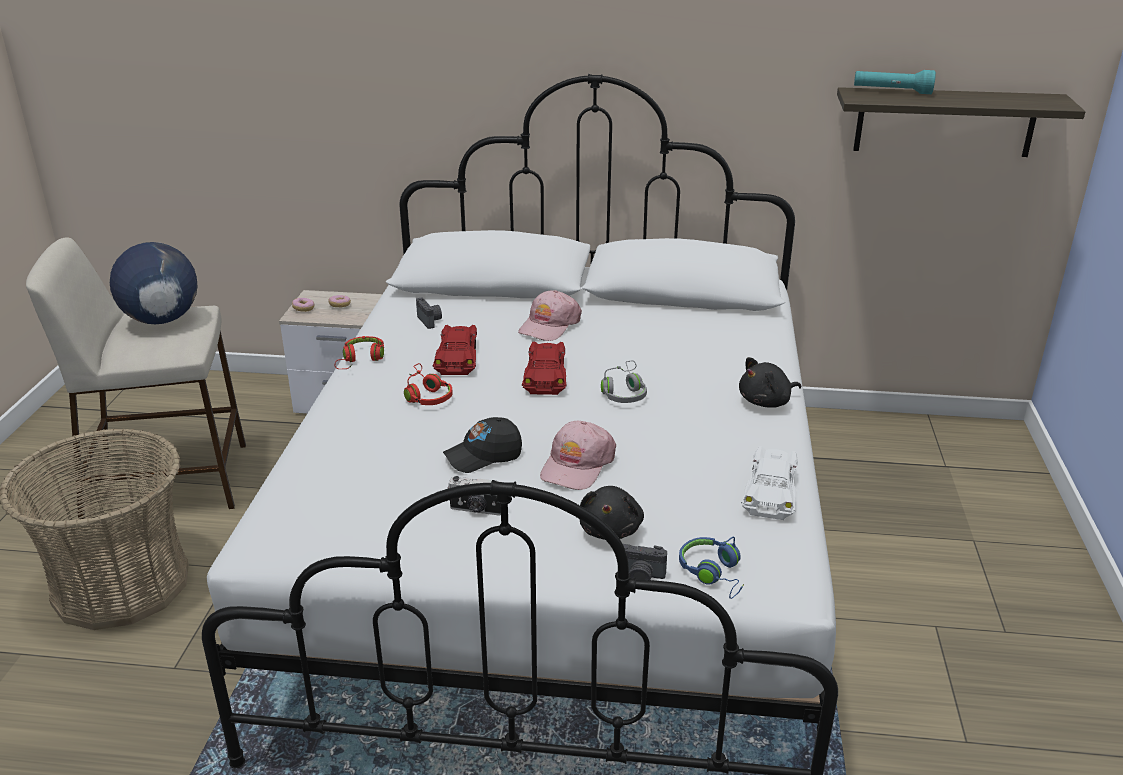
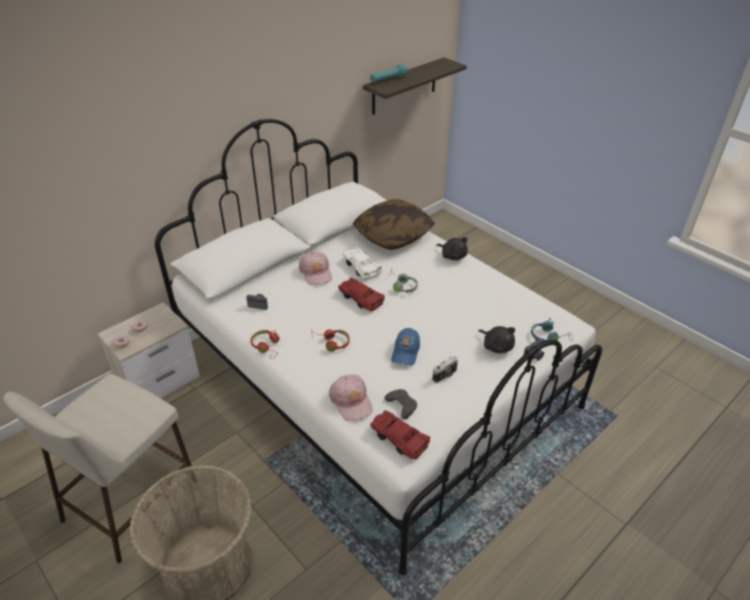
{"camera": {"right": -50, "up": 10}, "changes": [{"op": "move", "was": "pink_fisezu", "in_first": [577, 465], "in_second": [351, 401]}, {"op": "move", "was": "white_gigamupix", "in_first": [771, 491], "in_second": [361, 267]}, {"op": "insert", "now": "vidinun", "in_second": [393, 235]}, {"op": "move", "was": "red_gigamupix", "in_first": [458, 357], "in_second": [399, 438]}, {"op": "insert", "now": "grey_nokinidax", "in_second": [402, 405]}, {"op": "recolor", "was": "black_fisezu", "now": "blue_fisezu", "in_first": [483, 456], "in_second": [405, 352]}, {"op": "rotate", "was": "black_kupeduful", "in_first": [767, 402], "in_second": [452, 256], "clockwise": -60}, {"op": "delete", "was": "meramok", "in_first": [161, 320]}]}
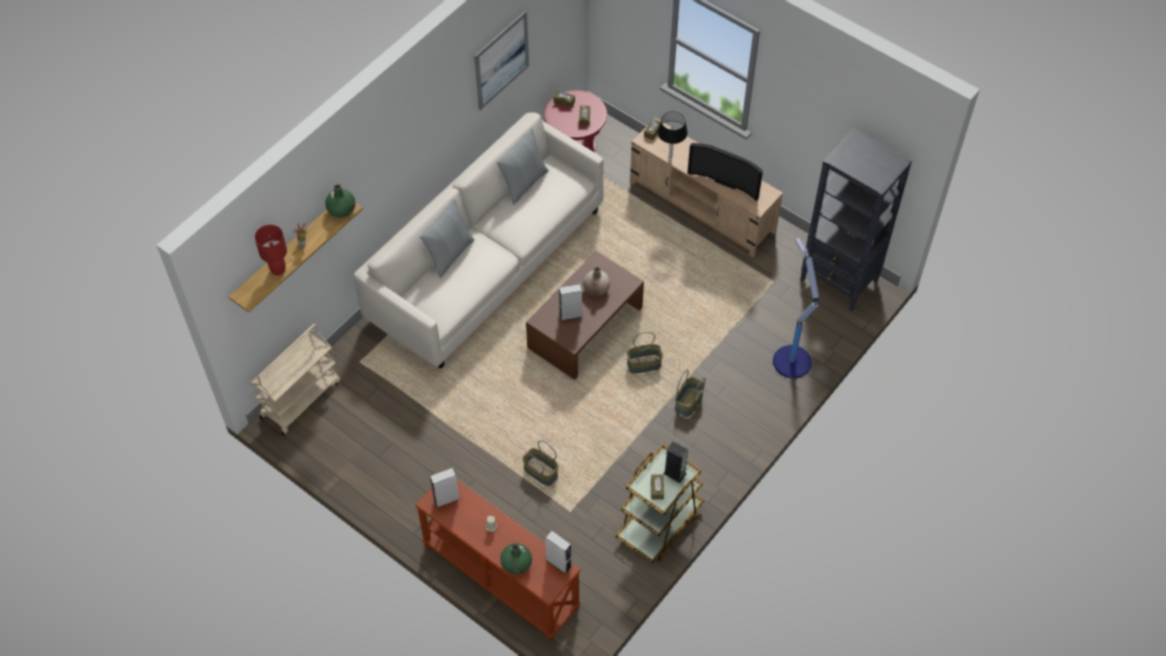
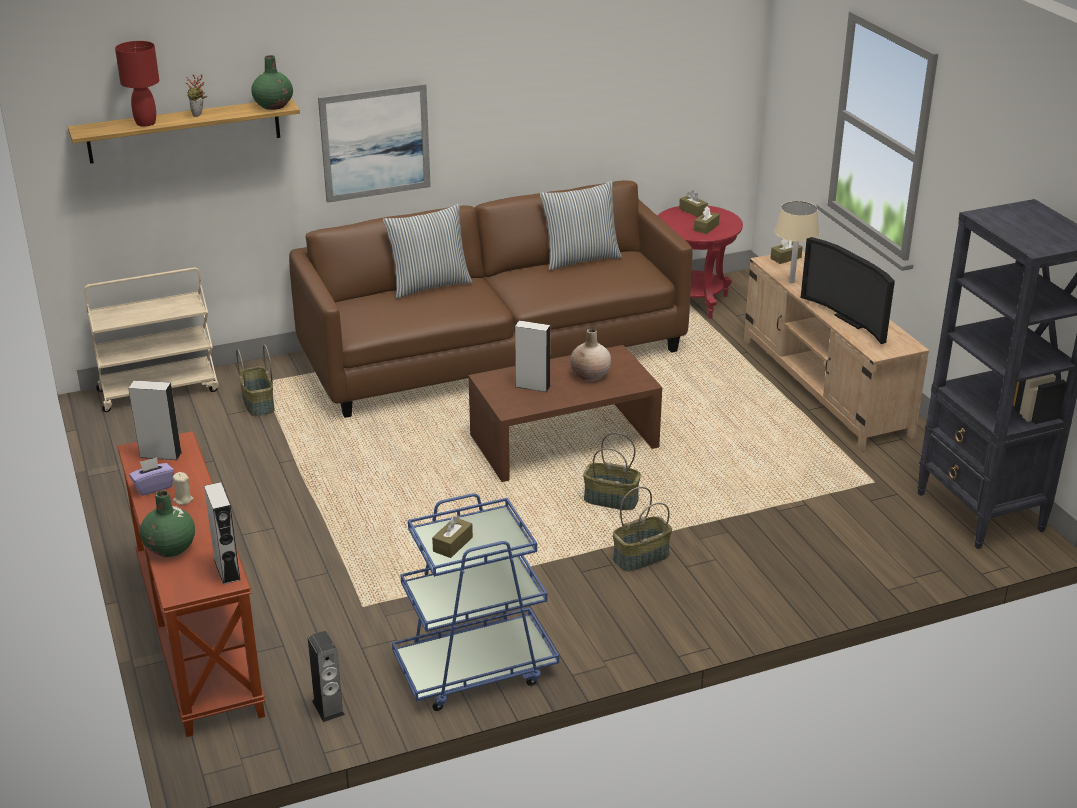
{"camera": {"right": 30, "up": -25}, "changes": [{"op": "insert", "now": "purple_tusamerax", "in_second": [153, 487]}, {"op": "move", "was": "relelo", "in_first": [540, 472], "in_second": [257, 403]}, {"op": "recolor", "was": "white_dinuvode", "now": "brown_dinuvode", "in_first": [486, 264], "in_second": [493, 353]}, {"op": "move", "was": "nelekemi", "in_first": [674, 473], "in_second": [328, 708]}, {"op": "move", "was": "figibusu", "in_first": [501, 60], "in_second": [375, 142]}, {"op": "recolor", "was": "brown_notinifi", "now": "blue_notinifi", "in_first": [659, 524], "in_second": [475, 669]}, {"op": "recolor", "was": "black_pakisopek", "now": "beige_pakisopek", "in_first": [670, 156], "in_second": [791, 281]}, {"op": "delete", "was": "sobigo", "in_first": [791, 360]}]}
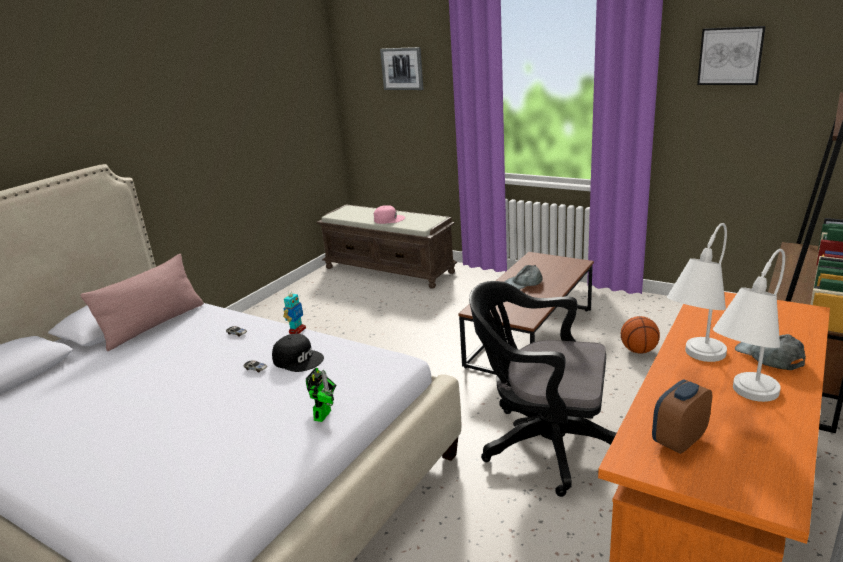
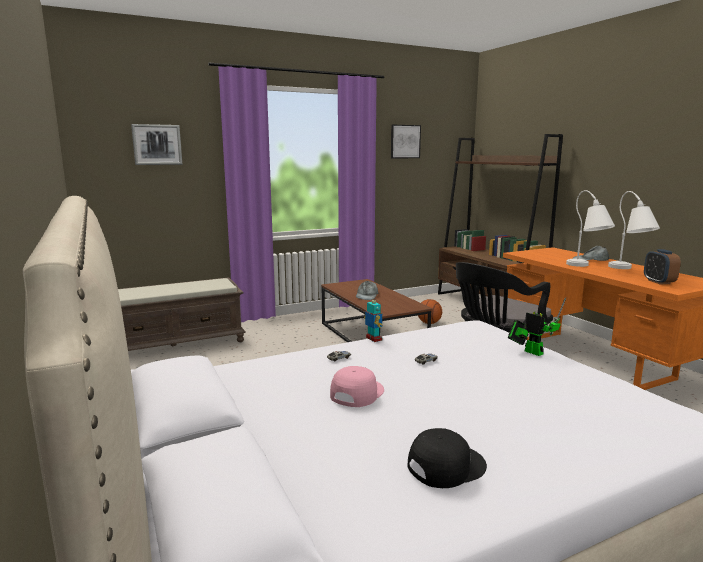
{"camera": {"right": -60, "up": -10}, "changes": [{"op": "move", "was": "pink_fisezu", "in_first": [388, 219], "in_second": [356, 393]}, {"op": "move", "was": "black_fisezu", "in_first": [298, 359], "in_second": [445, 465]}, {"op": "delete", "was": "pink_vidinun", "in_first": [154, 325]}]}
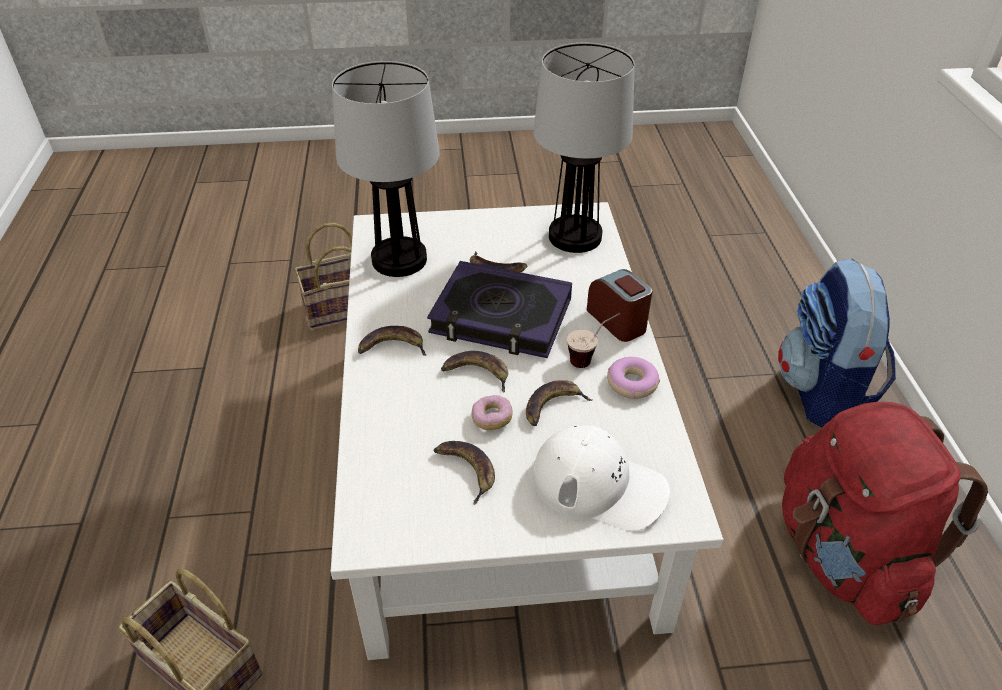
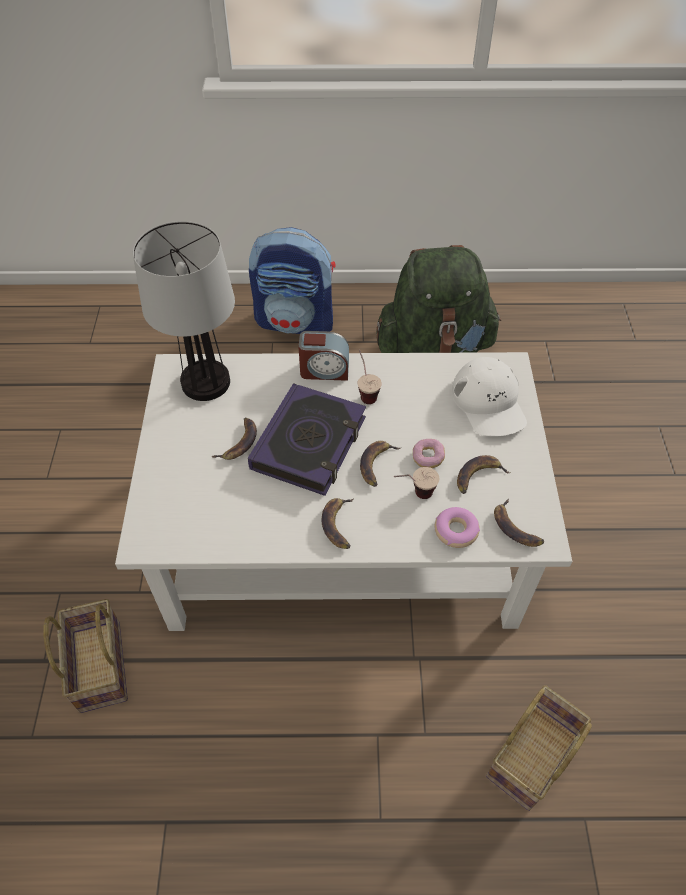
{"camera": {"right": -85, "up": 10}, "changes": [{"op": "rotate", "was": "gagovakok", "in_first": [617, 321], "in_second": [324, 370], "clockwise": -150}, {"op": "recolor", "was": "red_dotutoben", "now": "green_dotutoben", "in_first": [844, 555], "in_second": [434, 349]}, {"op": "insert", "now": "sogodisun", "in_second": [413, 495]}, {"op": "move", "was": "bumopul", "in_first": [632, 383], "in_second": [456, 531]}, {"op": "rotate", "was": "white_fisezu", "in_first": [599, 485], "in_second": [489, 403], "clockwise": 135}, {"op": "move", "was": "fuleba", "in_first": [553, 406], "in_second": [515, 528]}, {"op": "delete", "was": "pakisopek", "in_first": [398, 260]}]}
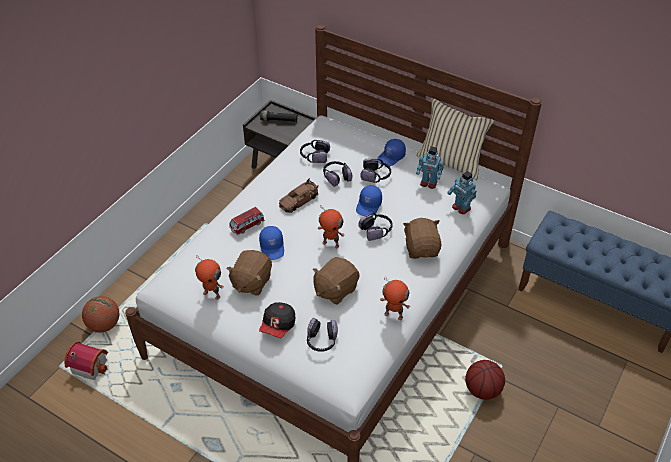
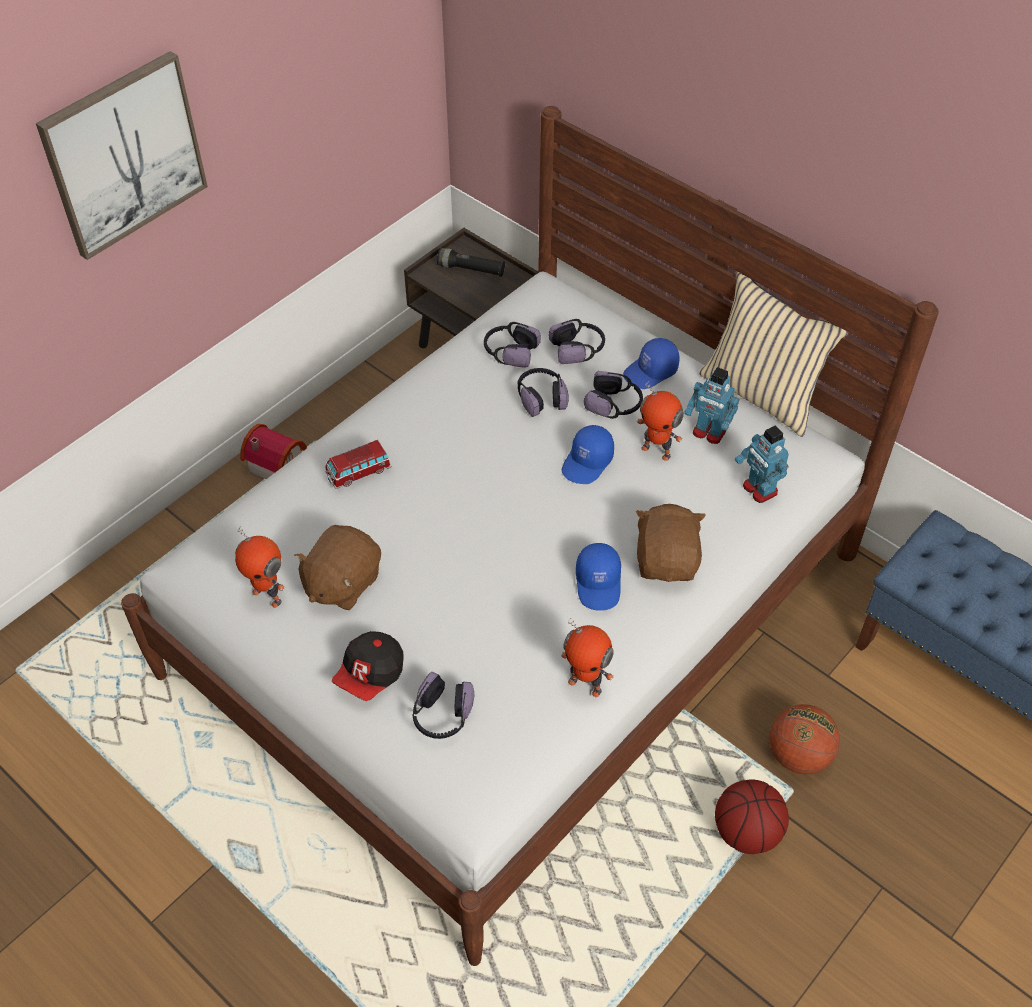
{"camera": {"right": 10, "up": 5}, "changes": [{"op": "insert", "now": "figibusu", "in_second": [124, 154]}, {"op": "move", "was": "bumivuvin", "in_first": [90, 365], "in_second": [277, 464]}, {"op": "move", "was": "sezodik", "in_first": [376, 230], "in_second": [578, 349]}, {"op": "move", "was": "blue_fisezu", "in_first": [272, 247], "in_second": [599, 583]}, {"op": "move", "was": "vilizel", "in_first": [331, 243], "in_second": [657, 451]}, {"op": "move", "was": "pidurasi", "in_first": [104, 325], "in_second": [798, 755]}, {"op": "delete", "was": "brown_gigamupix", "in_first": [299, 200]}, {"op": "delete", "was": "brown_kupeduful", "in_first": [335, 289]}]}
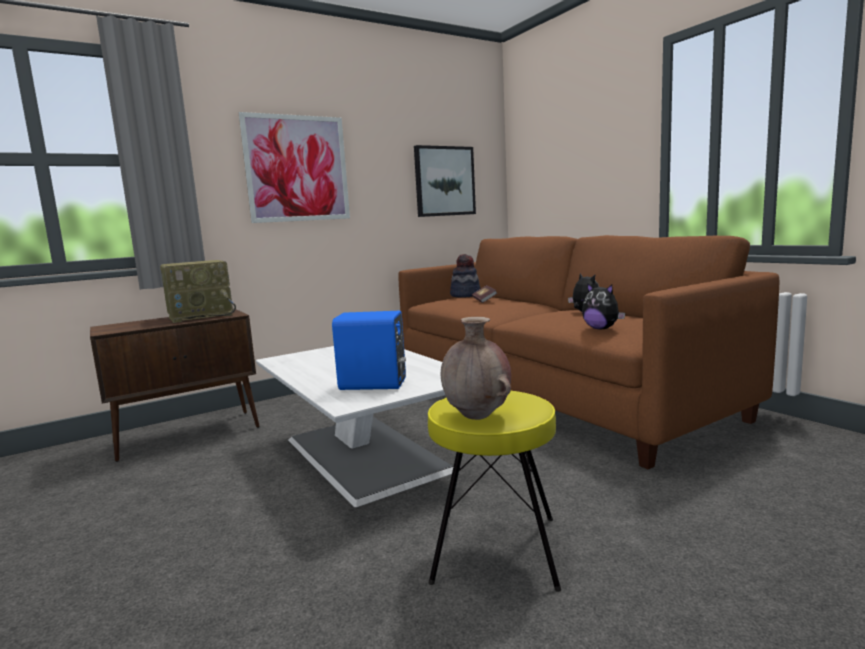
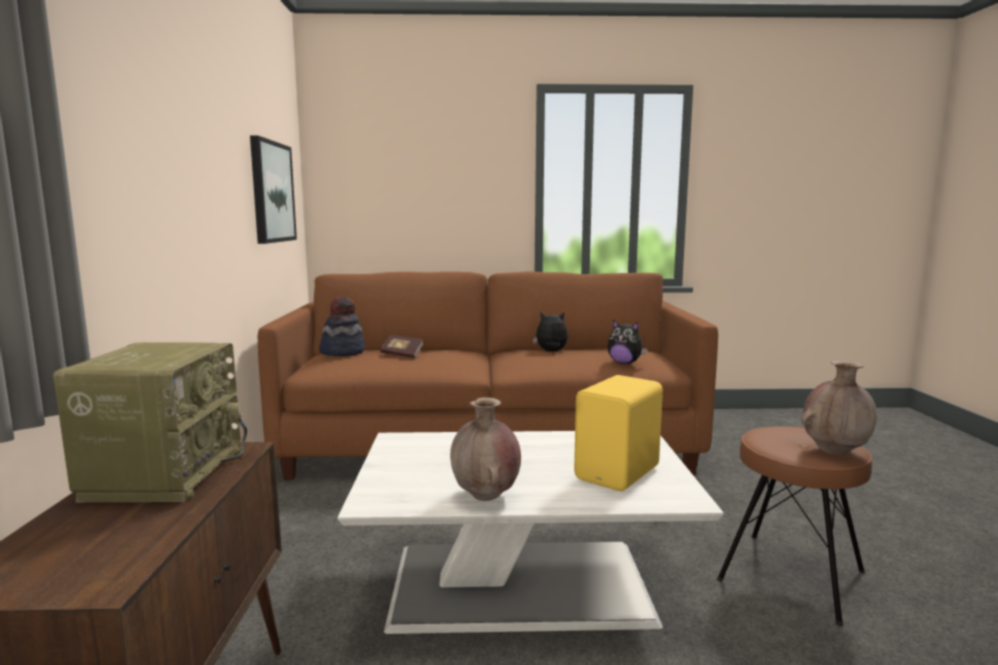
{"camera": {"right": -60, "up": 0}, "changes": [{"op": "insert", "now": "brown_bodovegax", "in_second": [486, 496]}, {"op": "recolor", "was": "blue_nelekemi", "now": "yellow_nelekemi", "in_first": [374, 385], "in_second": [620, 473]}, {"op": "rotate", "was": "kupeduful", "in_first": [601, 329], "in_second": [625, 363], "clockwise": 45}, {"op": "recolor", "was": "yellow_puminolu", "now": "brown_puminolu", "in_first": [495, 549], "in_second": [792, 576]}, {"op": "delete", "was": "figibusu", "in_first": [297, 169]}]}
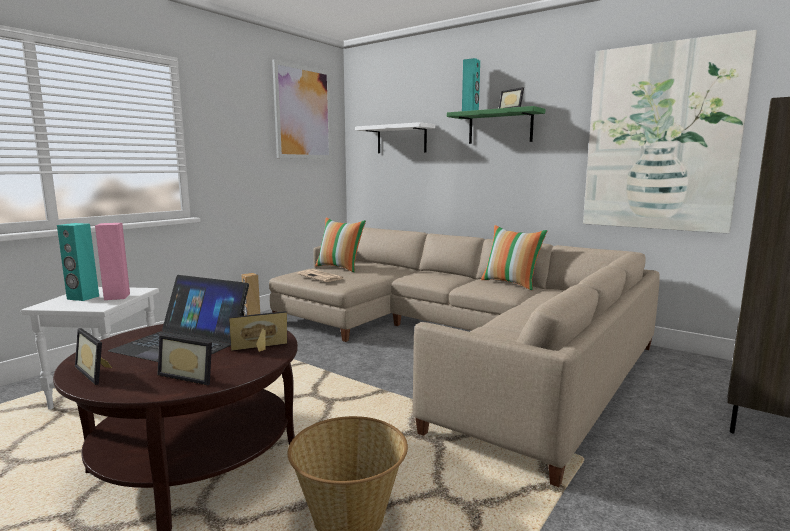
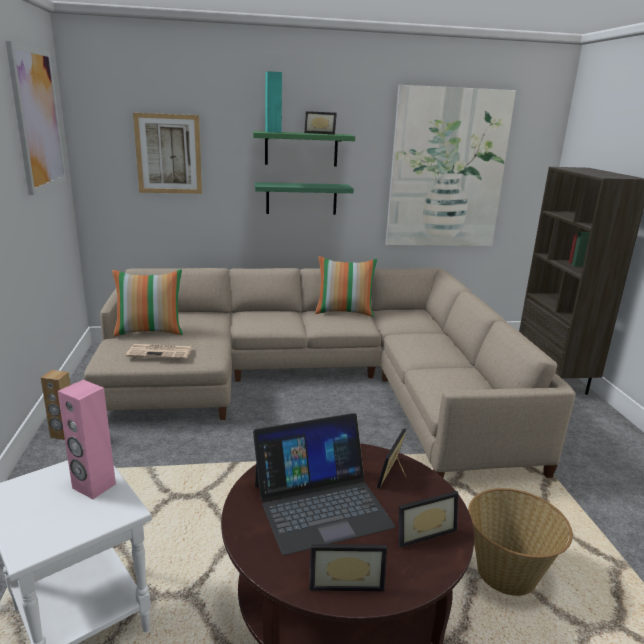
{"camera": {"right": -45, "up": 10}, "changes": [{"op": "replace", "was": "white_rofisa", "now": "figibusu", "in_first": [401, 139], "in_second": [168, 154]}, {"op": "insert", "now": "green_rofisa", "in_second": [301, 198]}, {"op": "delete", "was": "turquoise_nelekemi", "in_first": [82, 298]}]}
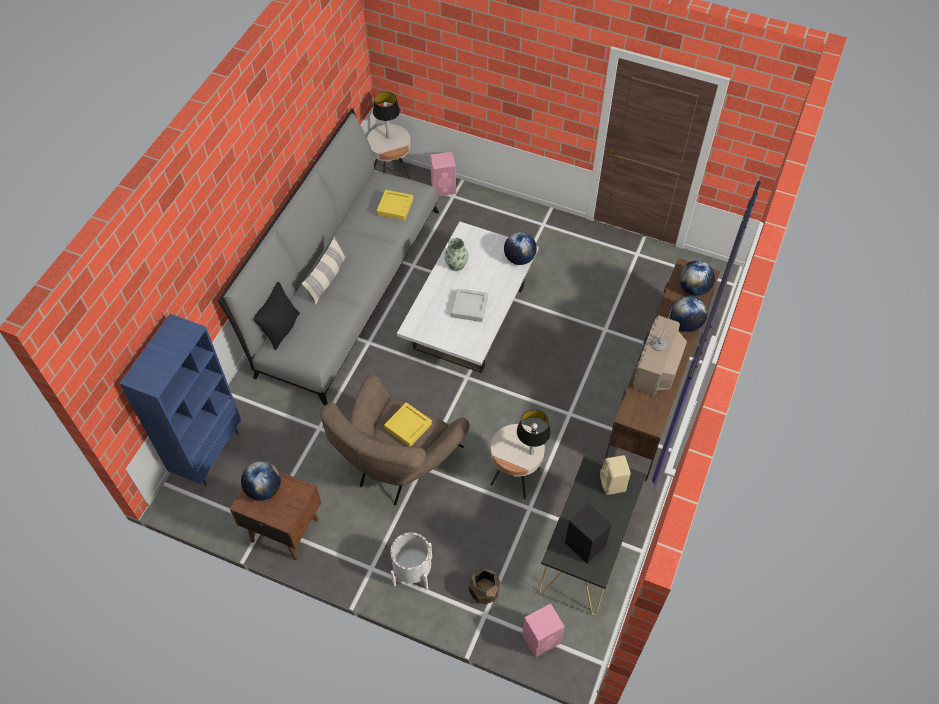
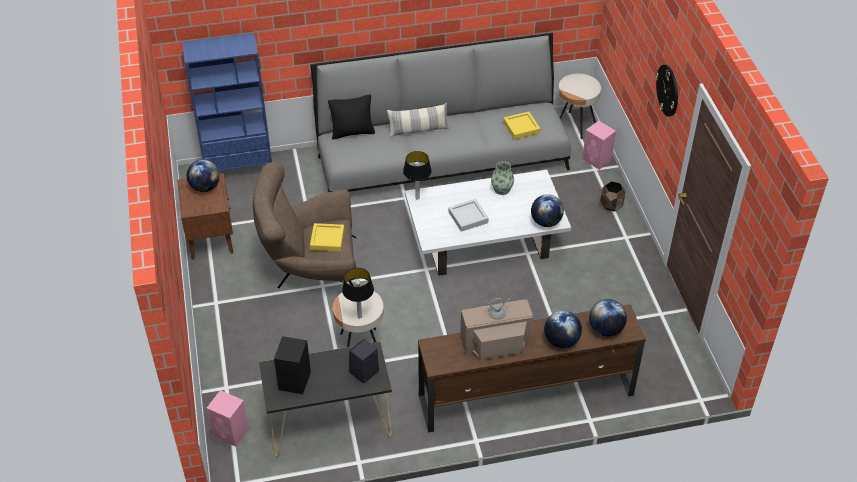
{"camera": {"right": 55, "up": -10}, "changes": [{"op": "recolor", "was": "beige_nelekemi", "now": "black_nelekemi", "in_first": [613, 484], "in_second": [364, 373]}, {"op": "move", "was": "pakisopek", "in_first": [388, 137], "in_second": [417, 198]}, {"op": "move", "was": "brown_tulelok", "in_first": [484, 591], "in_second": [611, 205]}, {"op": "insert", "now": "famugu", "in_second": [668, 90]}, {"op": "delete", "was": "white_tulelok", "in_first": [412, 571]}]}
